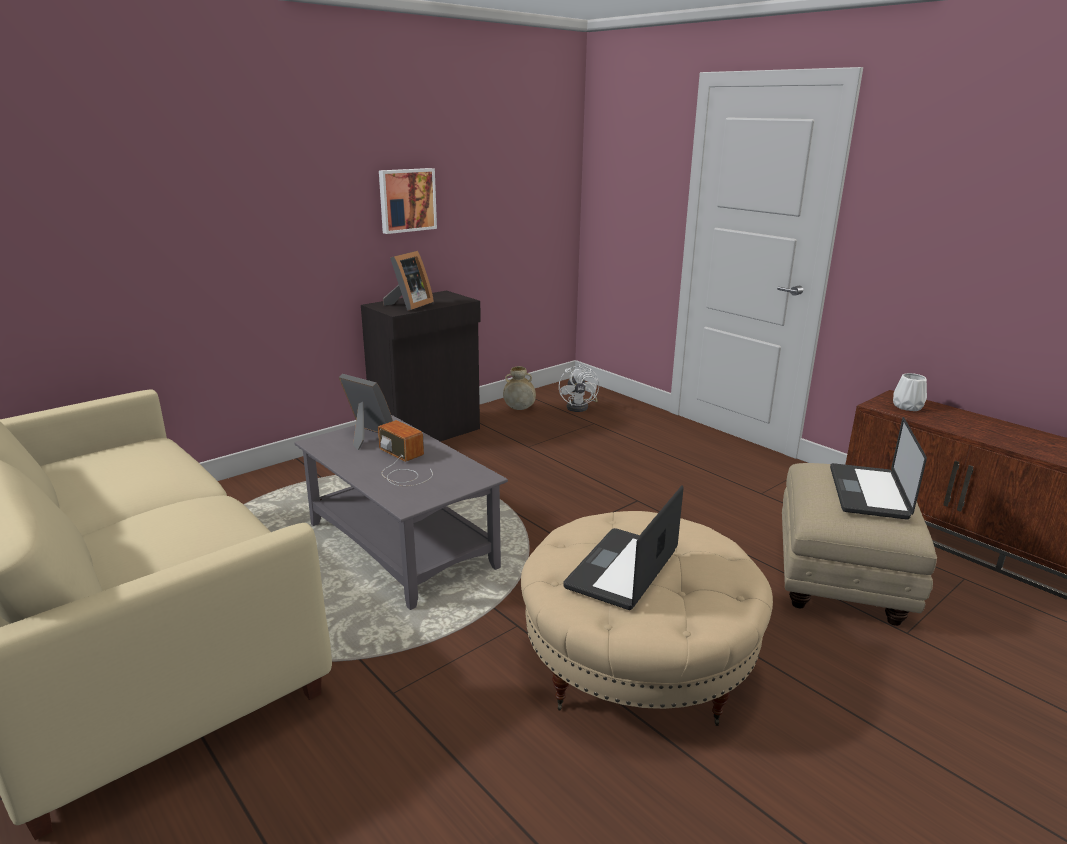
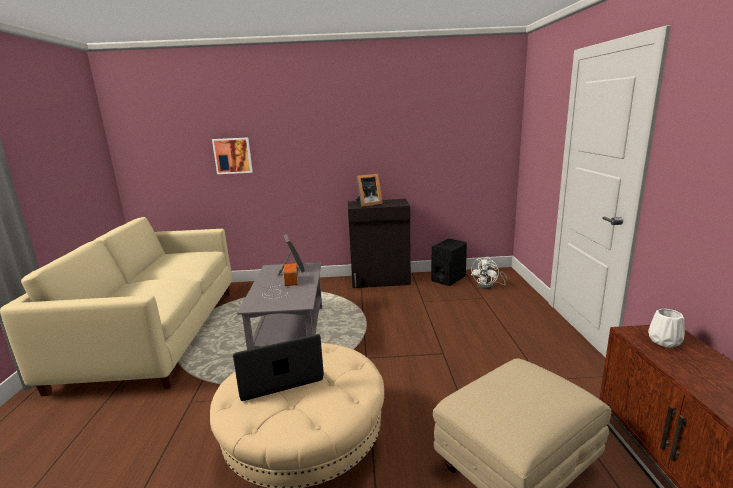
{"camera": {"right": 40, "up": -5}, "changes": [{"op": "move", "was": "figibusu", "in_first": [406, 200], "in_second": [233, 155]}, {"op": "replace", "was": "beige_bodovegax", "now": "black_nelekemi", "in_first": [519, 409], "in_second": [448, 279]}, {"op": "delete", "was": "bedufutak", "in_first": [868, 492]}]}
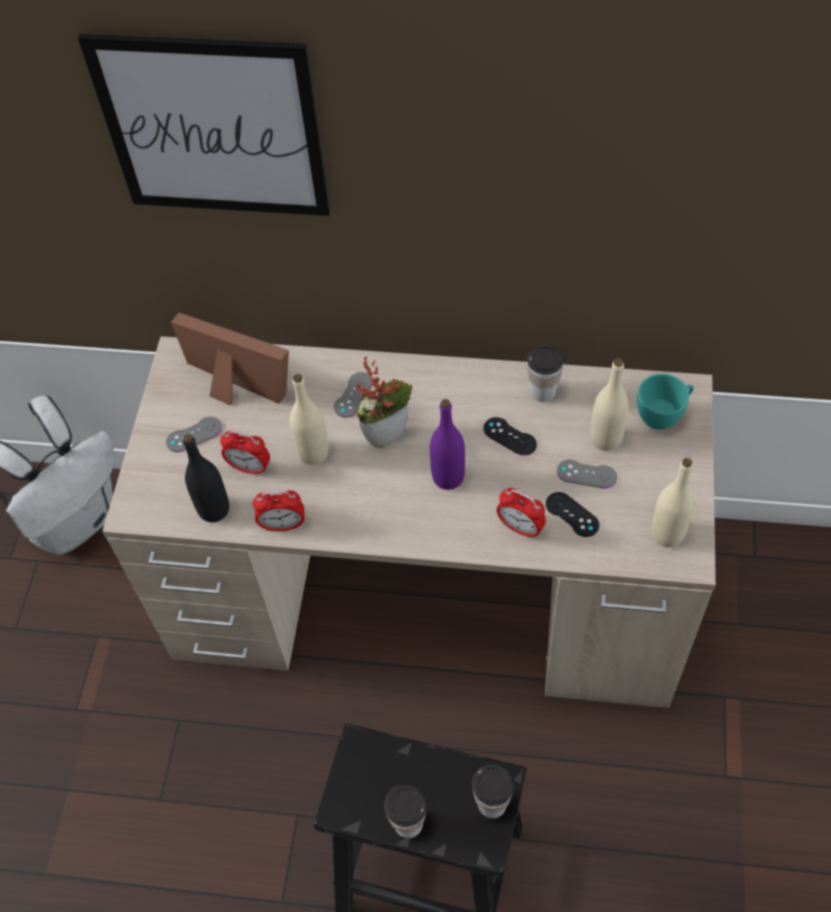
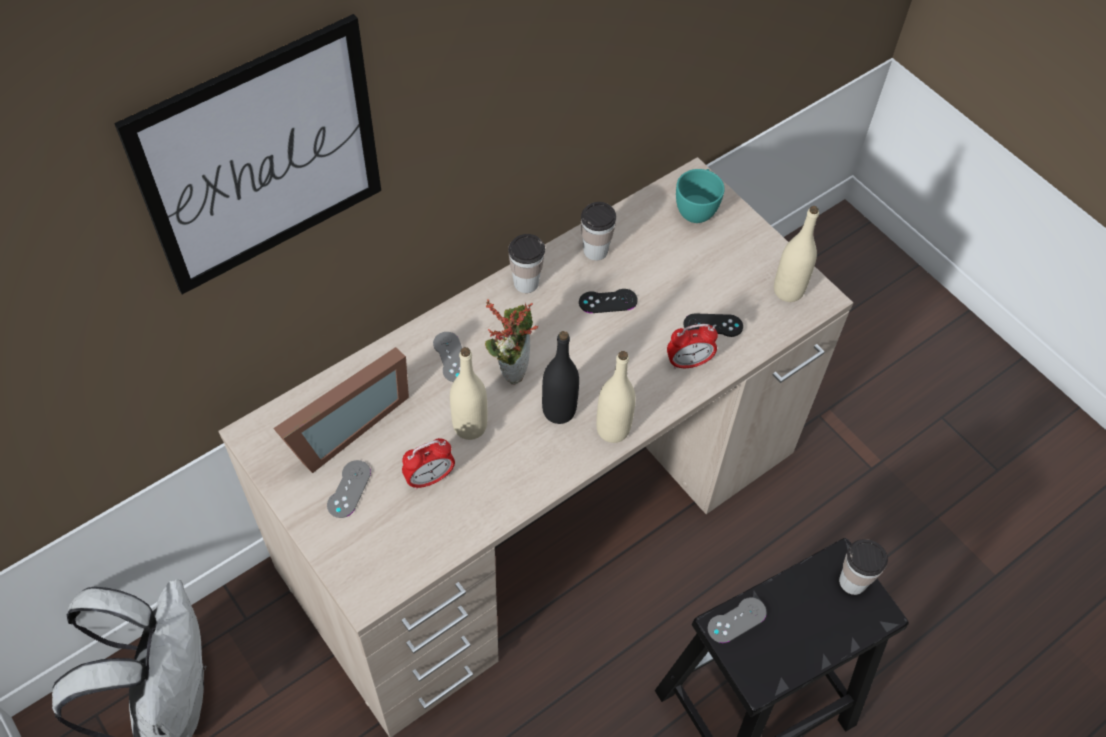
{"camera": {"right": -50, "up": 0}, "changes": [{"op": "rotate", "was": "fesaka", "in_first": [234, 389], "in_second": [342, 425], "clockwise": 150}, {"op": "move", "was": "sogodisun", "in_first": [408, 823], "in_second": [526, 283]}, {"op": "move", "was": "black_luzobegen", "in_first": [214, 509], "in_second": [559, 411]}, {"op": "move", "was": "beige_luzobegen", "in_first": [605, 439], "in_second": [613, 429]}, {"op": "move", "was": "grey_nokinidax", "in_first": [586, 474], "in_second": [736, 620]}, {"op": "delete", "was": "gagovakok", "in_first": [283, 525]}, {"op": "delete", "was": "purple_luzobegen", "in_first": [448, 477]}]}
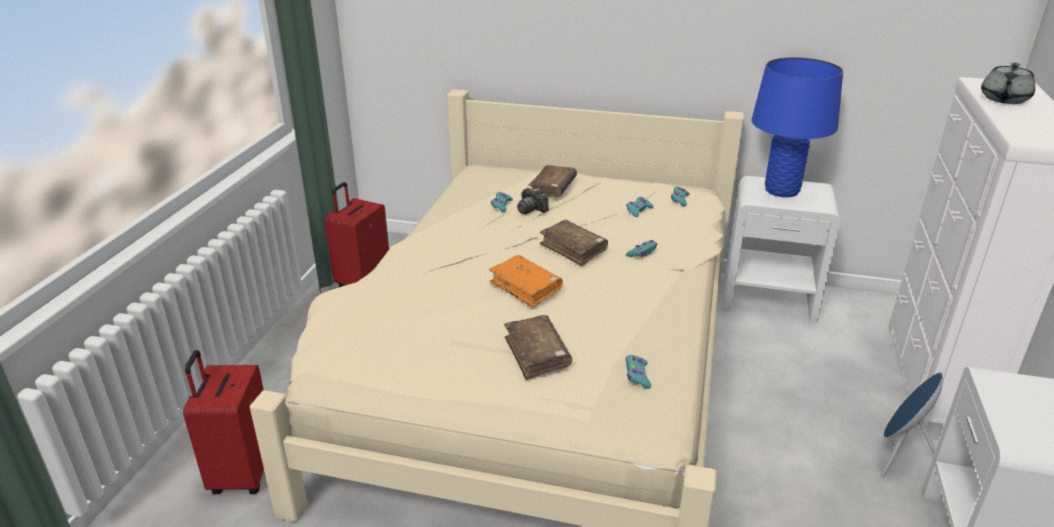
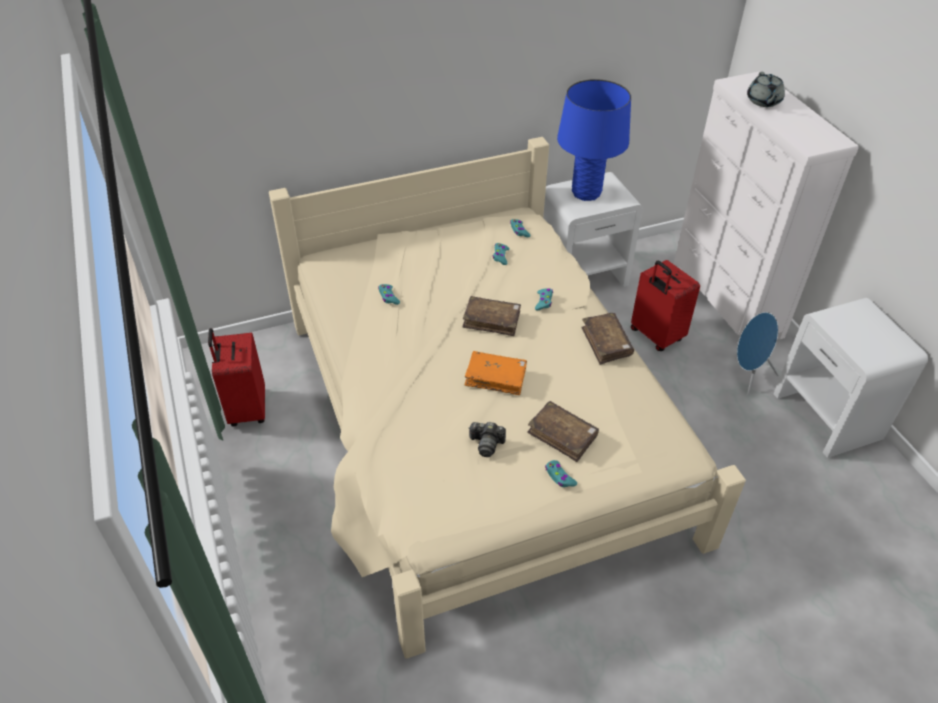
{"camera": {"right": -35, "up": 15}, "changes": [{"op": "move", "was": "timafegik", "in_first": [531, 209], "in_second": [486, 444]}, {"op": "move", "was": "turquoise_nokinidax", "in_first": [637, 375], "in_second": [559, 477]}, {"op": "move", "was": "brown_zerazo", "in_first": [552, 188], "in_second": [606, 343]}, {"op": "move", "was": "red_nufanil", "in_first": [241, 473], "in_second": [655, 336]}]}
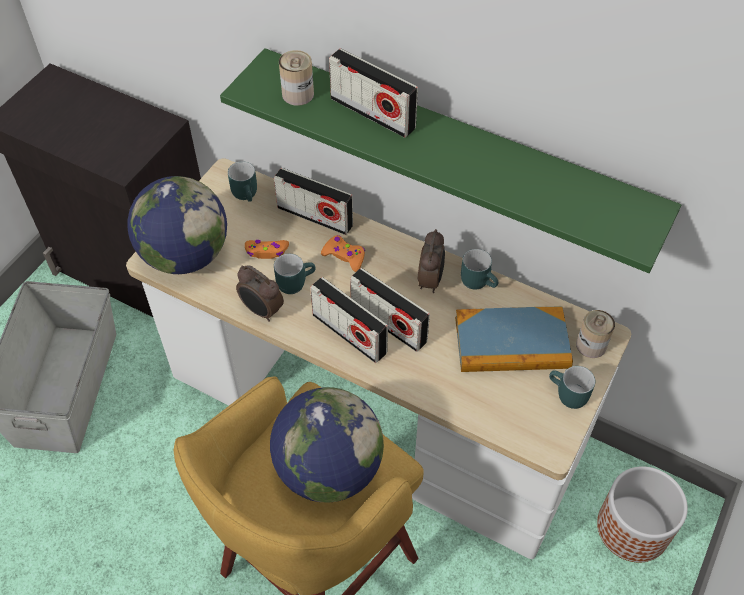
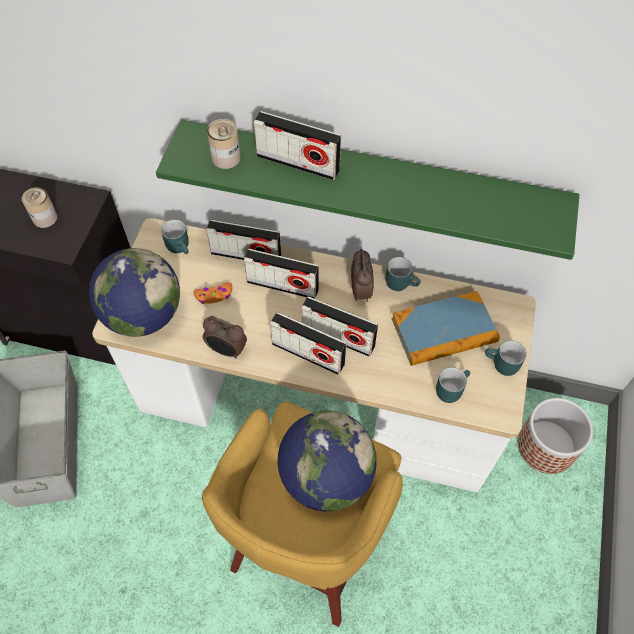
{"camera": {"right": -15, "up": 5}, "changes": [{"op": "move", "was": "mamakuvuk", "in_first": [591, 345], "in_second": [45, 218]}, {"op": "replace", "was": "orange_nokinidax", "now": "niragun", "in_first": [344, 256], "in_second": [282, 285]}, {"op": "move", "was": "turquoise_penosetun", "in_first": [294, 281], "in_second": [450, 388]}]}
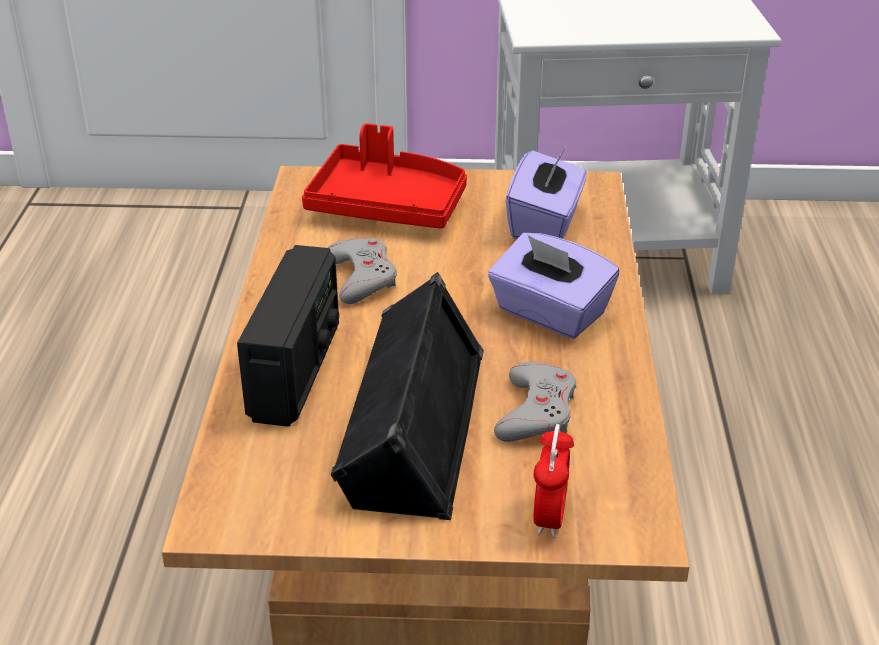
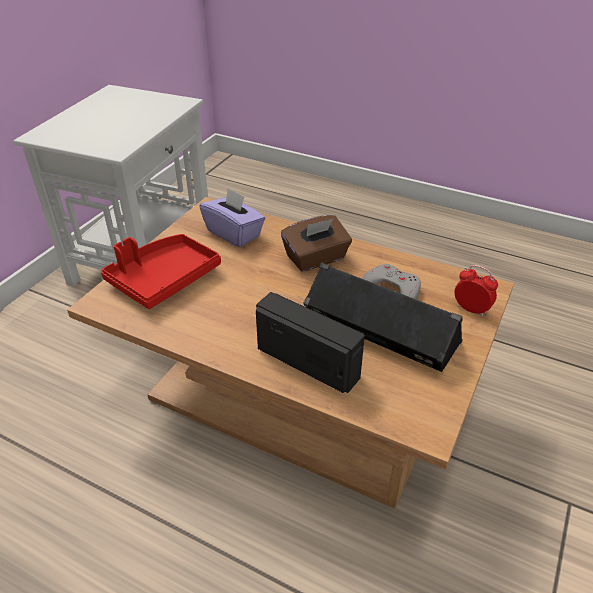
{"camera": {"right": -65, "up": 5}, "changes": [{"op": "recolor", "was": "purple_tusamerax", "now": "brown_tusamerax", "in_first": [549, 314], "in_second": [316, 258]}, {"op": "delete", "was": "grey_nokinidax", "in_first": [361, 277]}]}
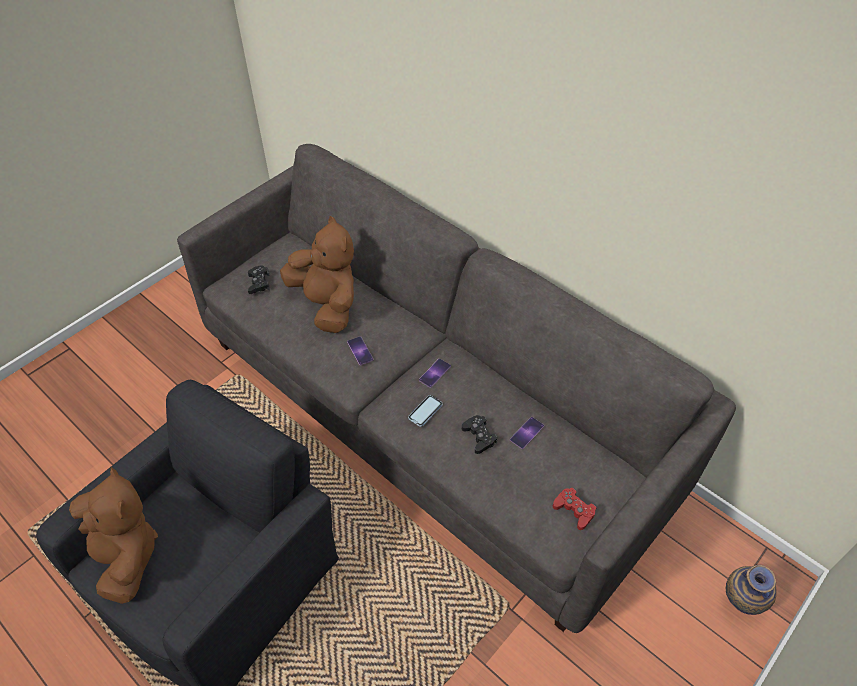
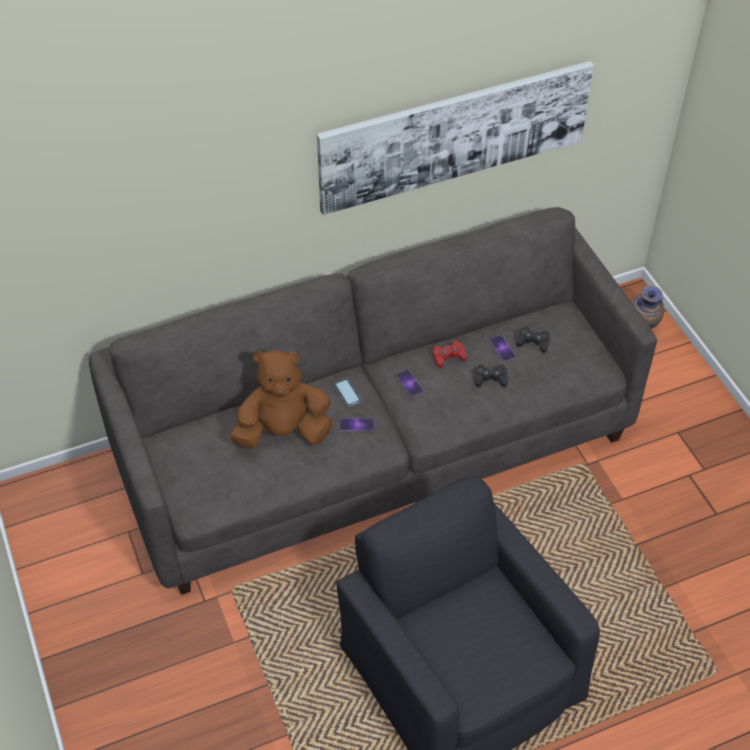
{"camera": {"right": -65, "up": 0}, "changes": [{"op": "insert", "now": "figibusu", "in_second": [454, 135]}, {"op": "move", "was": "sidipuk", "in_first": [425, 411], "in_second": [347, 393]}, {"op": "move", "was": "red_nokinidax", "in_first": [574, 510], "in_second": [448, 357]}, {"op": "move", "was": "black_nokinidax", "in_first": [259, 283], "in_second": [532, 342]}, {"op": "delete", "was": "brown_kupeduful", "in_first": [124, 555]}]}
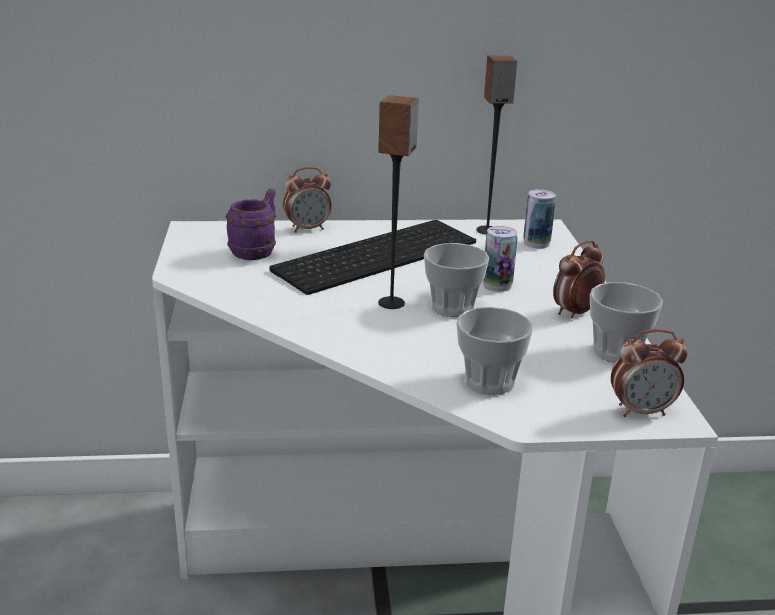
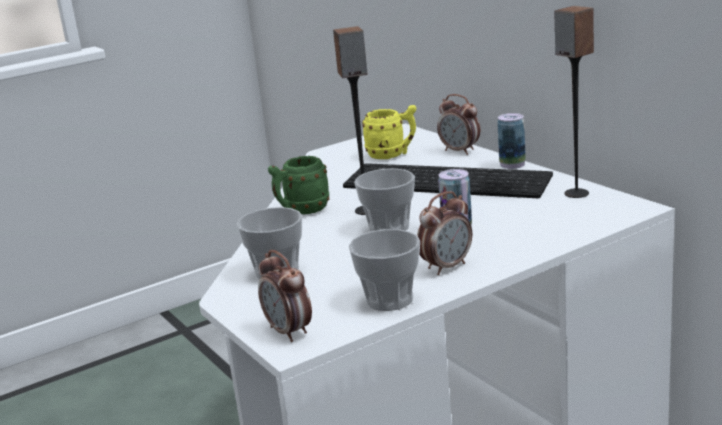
{"camera": {"right": 65, "up": -5}, "changes": [{"op": "insert", "now": "green_penosetun", "in_second": [301, 211]}, {"op": "recolor", "was": "purple_penosetun", "now": "yellow_penosetun", "in_first": [257, 251], "in_second": [392, 155]}, {"op": "rotate", "was": "gagovakok", "in_first": [575, 313], "in_second": [446, 267], "clockwise": 120}, {"op": "move", "was": "mamakuvuk", "in_first": [536, 243], "in_second": [512, 164]}]}
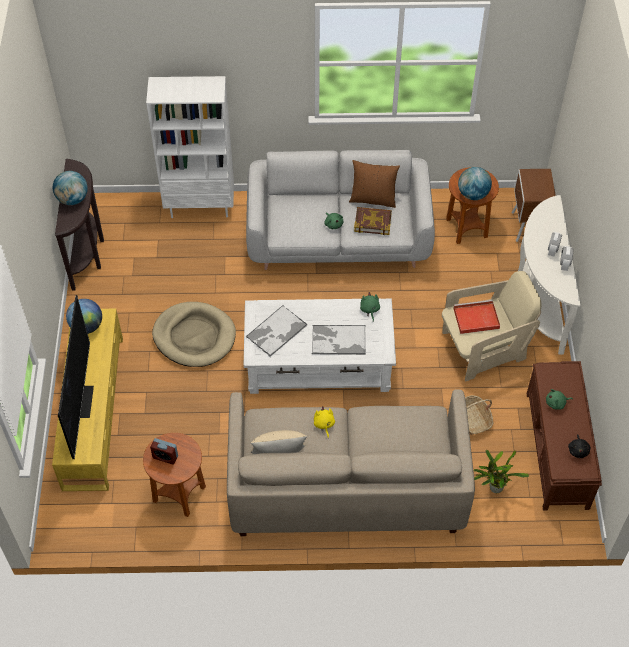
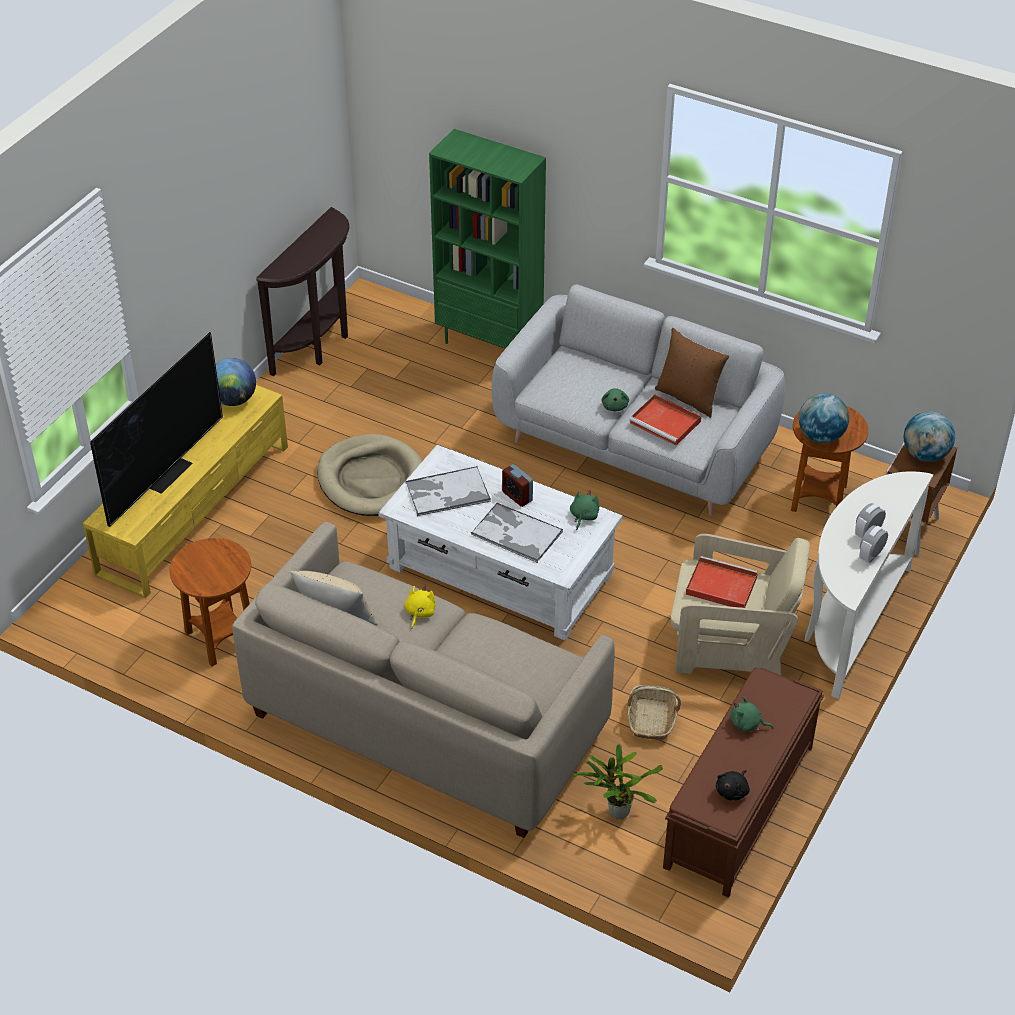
{"camera": {"right": 30, "up": -10}, "changes": [{"op": "recolor", "was": "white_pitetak", "now": "green_pitetak", "in_first": [200, 206], "in_second": [490, 344]}, {"op": "move", "was": "gagovakok", "in_first": [165, 457], "in_second": [517, 496]}, {"op": "replace", "was": "zerazo", "now": "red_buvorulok", "in_first": [372, 222], "in_second": [666, 422]}, {"op": "move", "was": "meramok", "in_first": [72, 199], "in_second": [925, 455]}]}
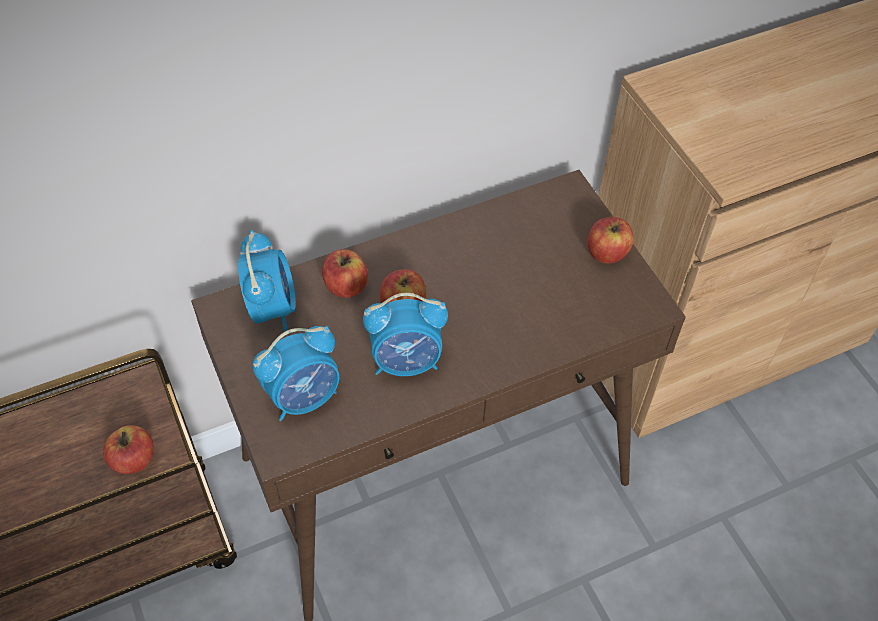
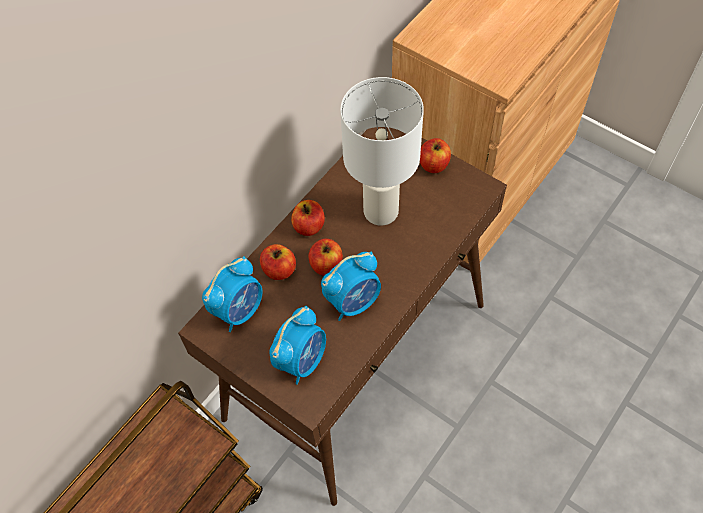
{"camera": {"right": -25, "up": 5}, "changes": [{"op": "rotate", "was": "gagovakok", "in_first": [272, 307], "in_second": [239, 310], "clockwise": 75}, {"op": "move", "was": "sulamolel", "in_first": [133, 460], "in_second": [309, 226]}, {"op": "insert", "now": "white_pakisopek", "in_second": [379, 210]}]}
